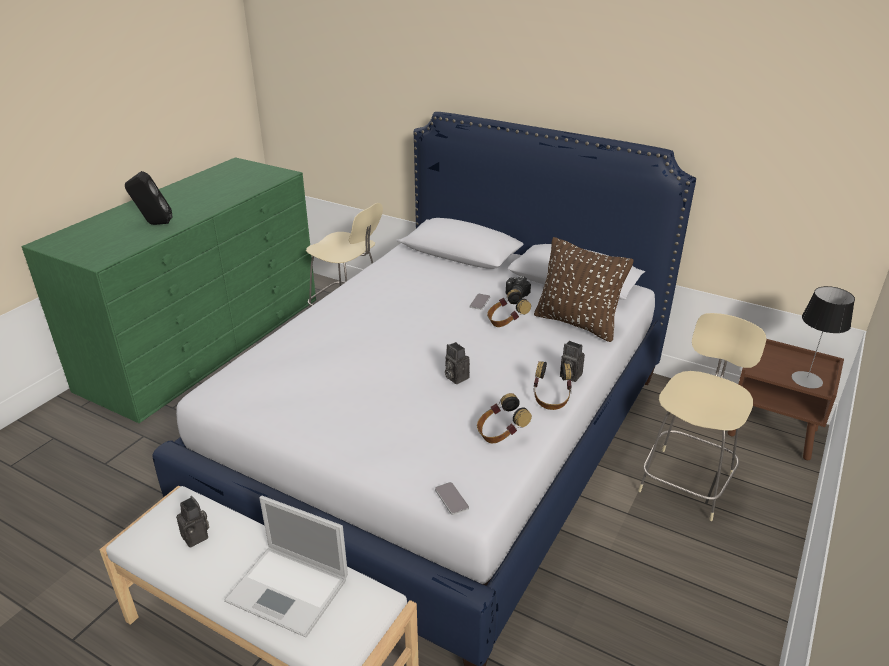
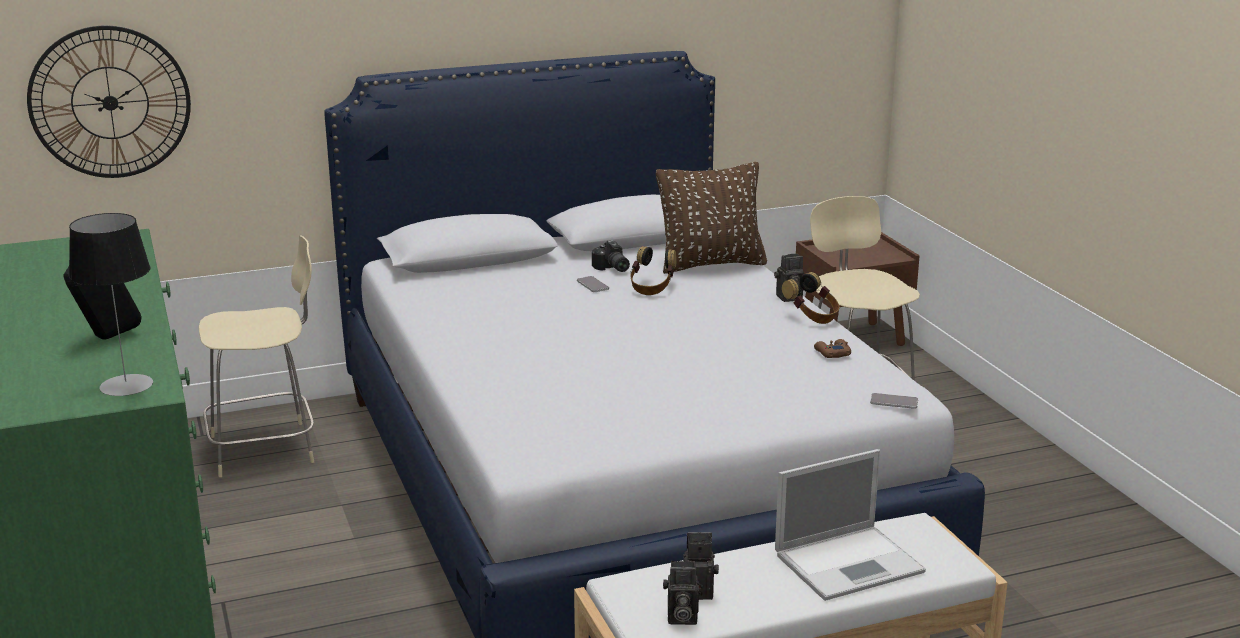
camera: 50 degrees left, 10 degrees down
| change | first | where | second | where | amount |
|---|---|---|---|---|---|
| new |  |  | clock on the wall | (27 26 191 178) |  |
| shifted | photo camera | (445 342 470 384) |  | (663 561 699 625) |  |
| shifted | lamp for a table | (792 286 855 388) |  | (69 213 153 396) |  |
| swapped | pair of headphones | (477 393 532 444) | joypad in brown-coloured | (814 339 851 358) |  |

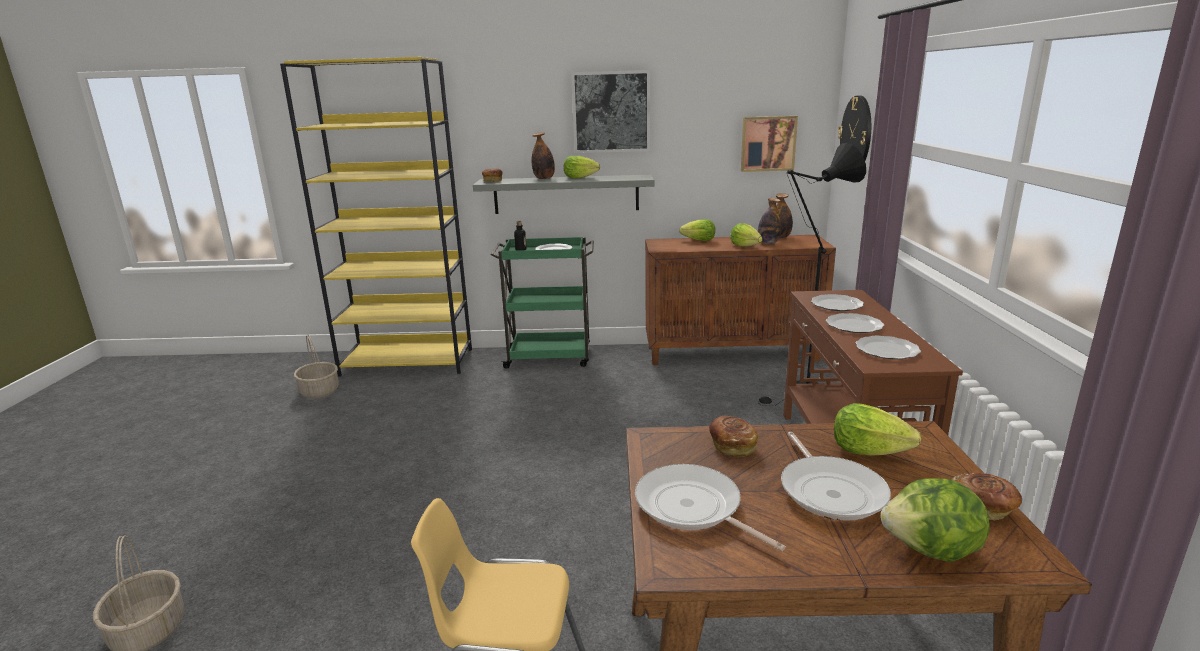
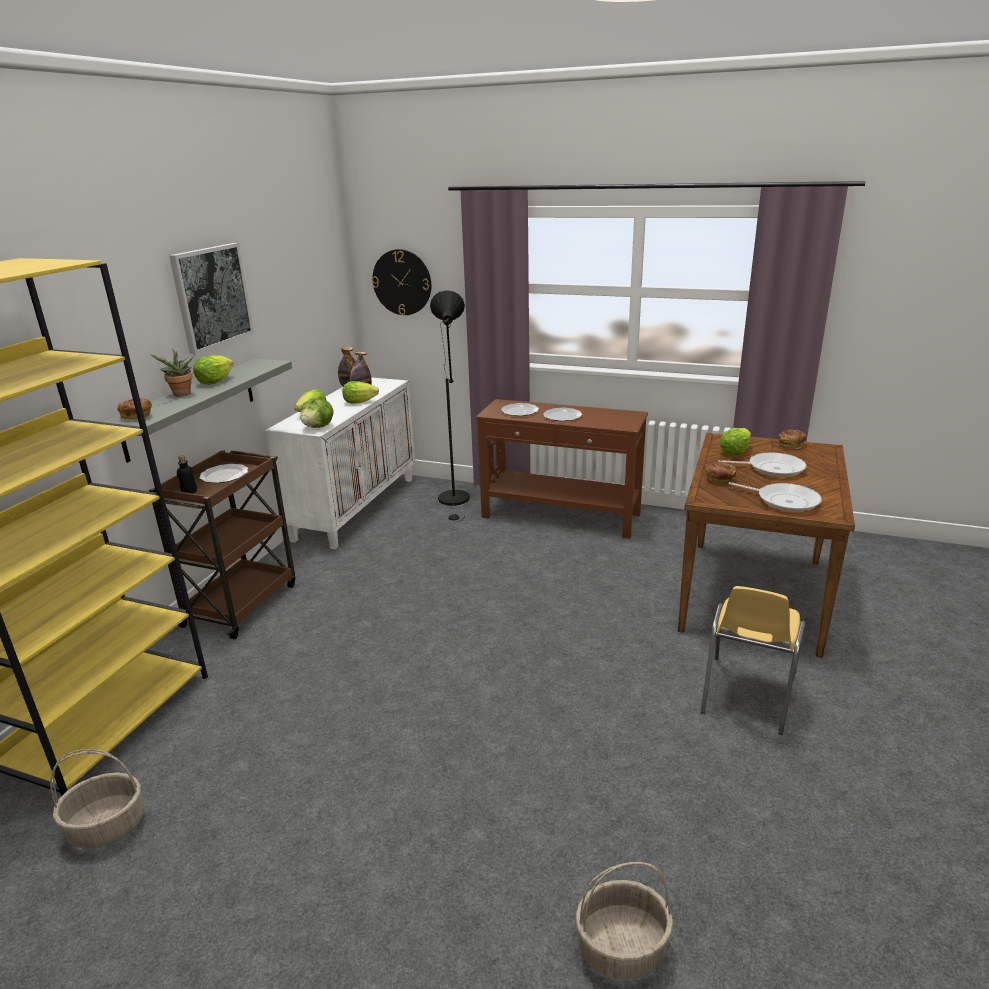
camera: 70 degrees left, 5 degrees up
| change | first | where | second | where | amount |
|---|---|---|---|---|---|
| gone | wall picture | (741 116 798 172) |  |  |  |
| gone | plate | (856 336 921 359) |  |  |  |
| shifted | head of lettuce | (881 478 990 562) |  | (301 398 333 428) |  |
| swapped | drink bottle | (532 132 555 179) | houseplant | (151 349 195 396) |  |
| repainted | cart in green-coloured | (491 237 594 369) | cart in brown-coloured | (149 450 295 639) |  |
| repainted | cabinet in brown-coloured | (645 235 836 365) | cabinet in white | (265 378 415 549) |  |
| rotated | pan | (635 464 786 551) |  | (728 482 822 512) | 120 degrees counterclockwise |

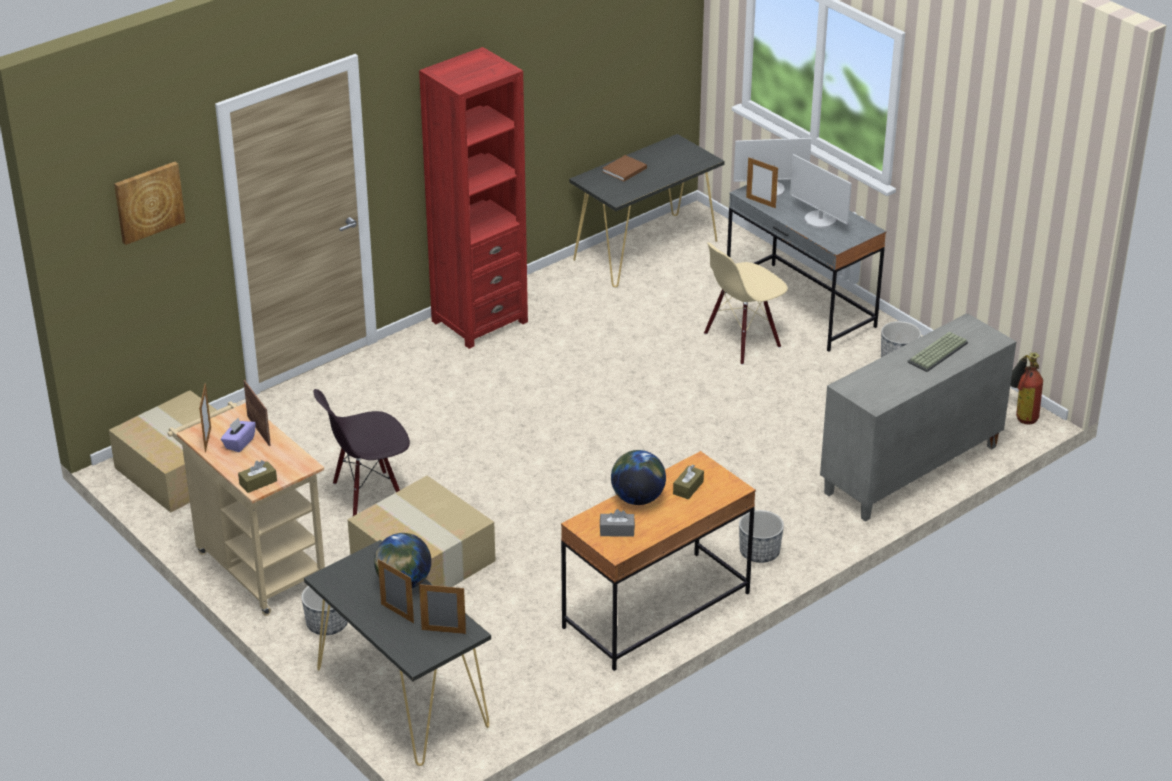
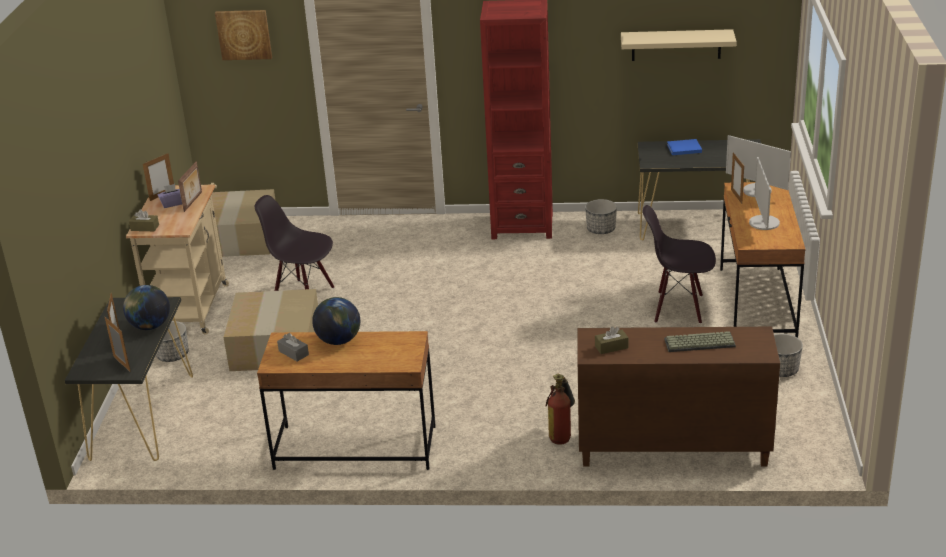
camera: 45 degrees right, 5 degrees down
| change | first | where | second | where | amount |
|---|---|---|---|---|---|
| new |  |  | bracket shelf in beige | (621 29 737 61) |  |
| shifted | tissue holder in brown-coloured | (673 464 704 499) |  | (595 326 629 354) |  |
| shifted | flower pot | (739 510 784 563) |  | (585 199 617 234) |  |
| shifted | extinguisher | (1010 352 1043 424) |  | (546 374 575 445) |  |
| repainted | book in brown-coloured | (602 155 647 181) | book in blue | (667 139 702 155) |  |
| repainted | plain chair in beige | (704 242 788 365) | plain chair in black | (643 205 716 324) |  |
| repainted | desk unit in grey | (727 180 886 352) | desk unit in brown-coloured | (720 182 806 338) |  |
| repainted | cabinet in grey | (820 313 1016 522) | cabinet in brown-coloured | (578 327 780 467) |  |

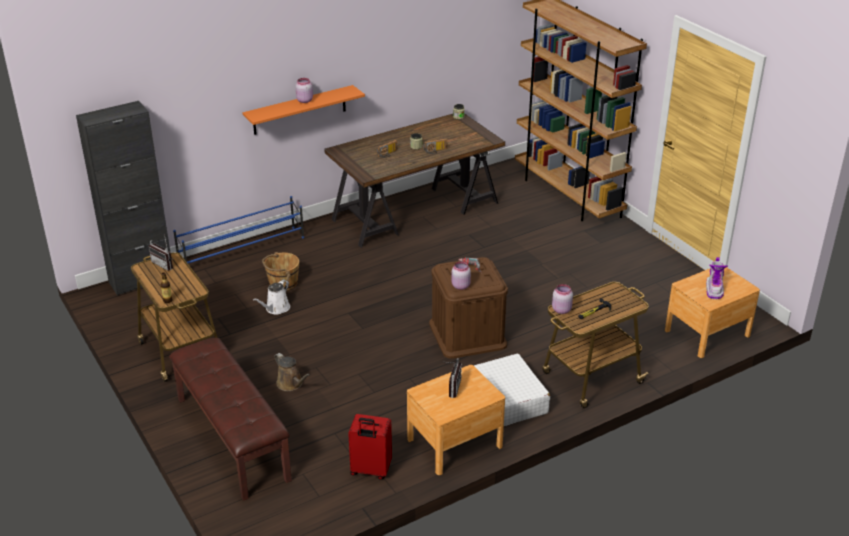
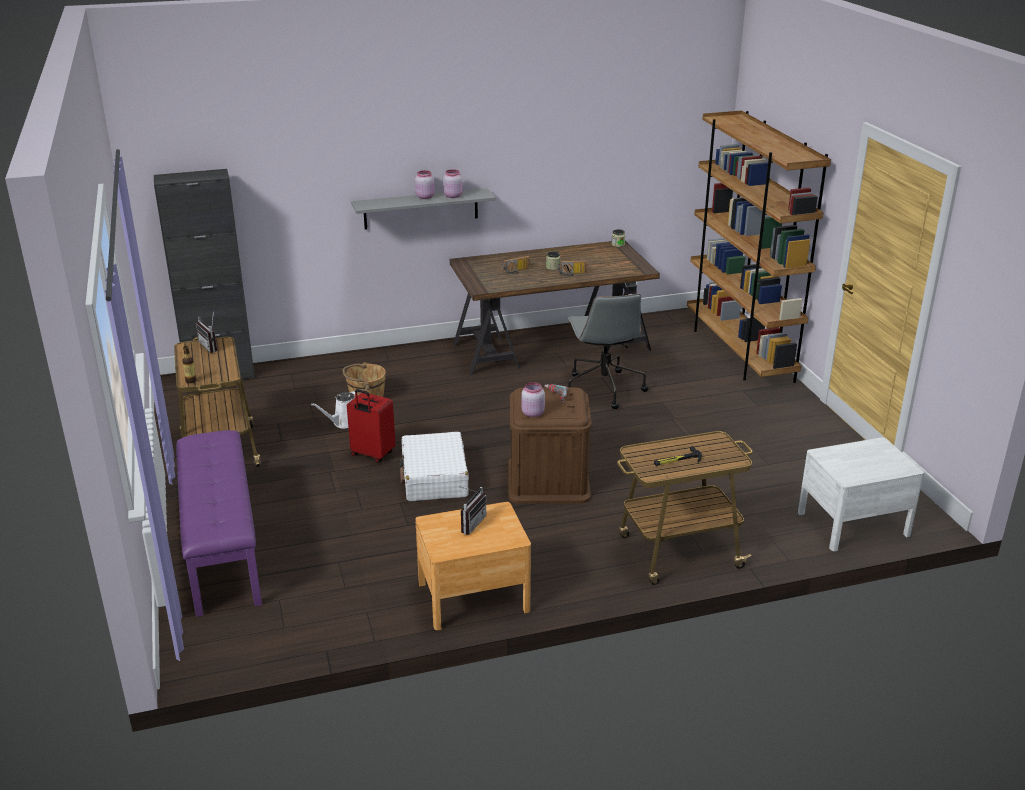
camera: 15 degrees right, 5 degrees down
| change | first | where | second | where | amount |
|---|---|---|---|---|---|
| gone | shoe shelf in blue | (173 196 304 263) |  |  |  |
| gone | watering pot in brown-coloured | (275 353 310 391) |  |  |  |
| gone | high-top boot | (706 257 728 299) |  |  |  |
| new |  |  | computer chair in grey | (568 294 648 409) |  |
| shifted | piece of luggage in red | (348 414 392 480) |  | (347 389 395 463) |  |
| shifted | piece of luggage in white | (474 354 550 426) |  | (399 432 469 501) |  |
| shifted | storage jar in pink-coloured | (552 284 573 314) |  | (443 170 463 198) |  |
| repainted | long seat in brown-coloured | (169 338 292 501) | long seat in purple-coloured | (176 430 262 617) |  |
| repainted | bracket shelf in orangey | (243 85 365 135) | bracket shelf in grey | (351 188 496 230) |  |
| repainted | bedside table in brown-coloured | (665 267 760 358) | bedside table in white | (798 437 924 551) |  |

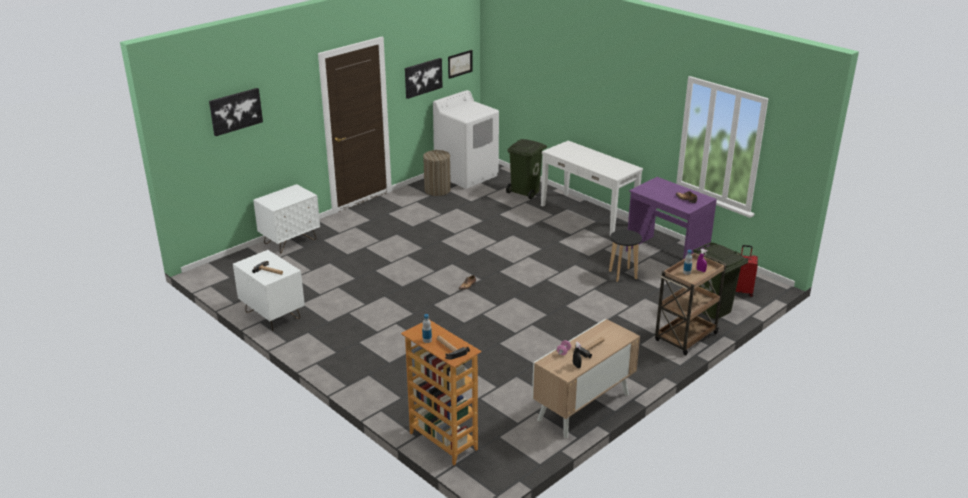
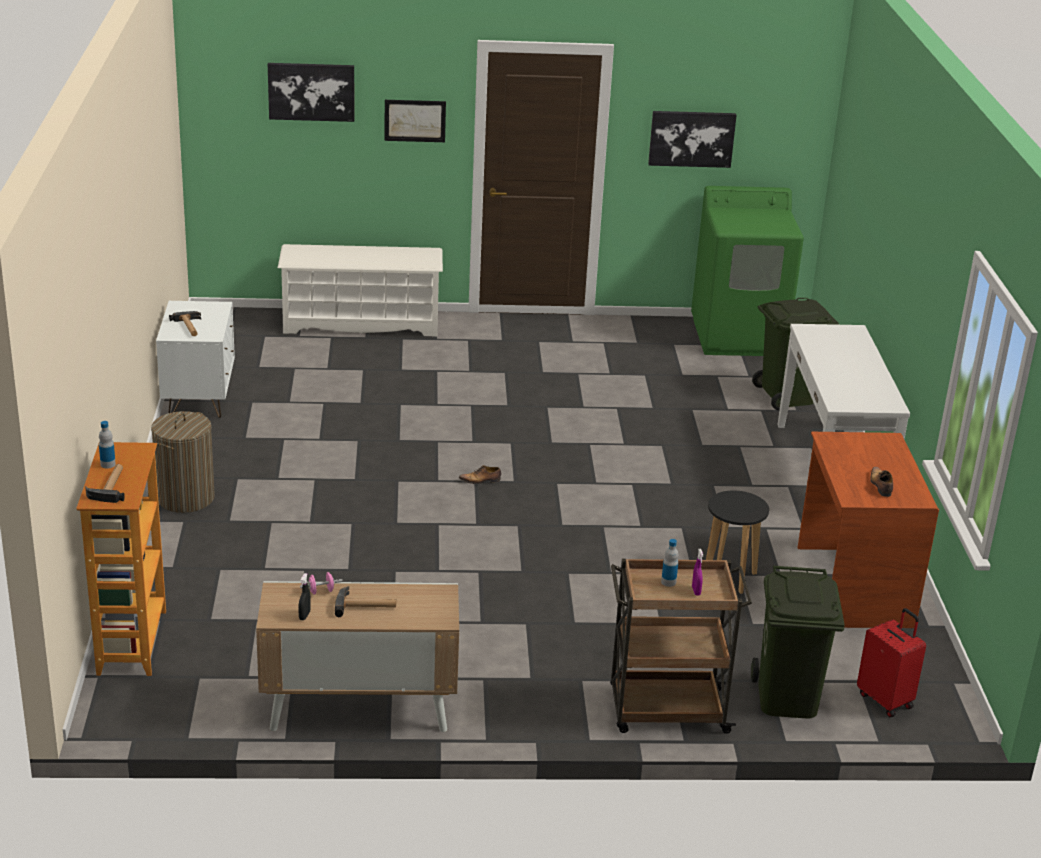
camera: 40 degrees right, 0 degrees up
| change | first | where | second | where | amount |
|---|---|---|---|---|---|
| shifted | hamper | (423 149 451 196) |  | (151 411 215 513) |  |
| shifted | wall picture | (448 50 473 79) |  | (384 100 446 142) |  |
| swapped | bedside table in white | (253 184 320 253) | shoe shelf in white | (278 244 443 337) |  |
| repainted | washing machine in white | (433 90 499 189) | washing machine in green-coloured | (691 186 804 356) |  |
| repainted | desk unit in purple-coloured | (626 177 717 259) | desk unit in brown-coloured | (797 432 939 628) |  |

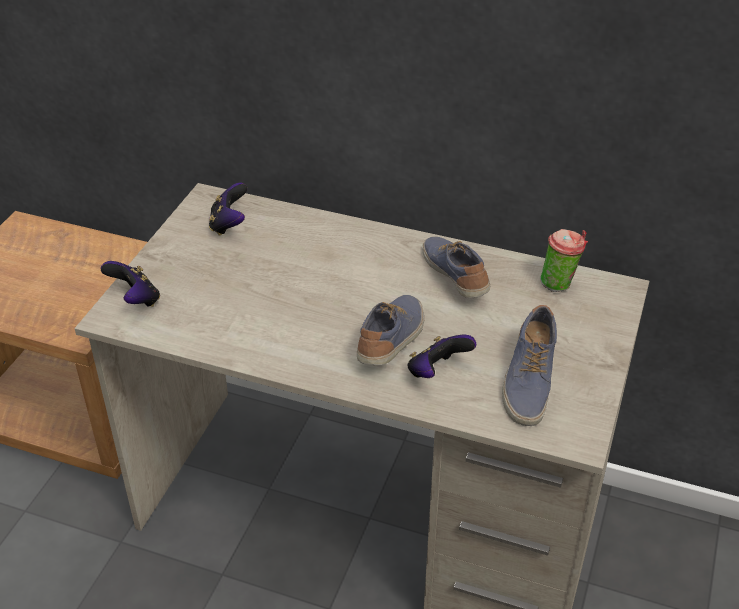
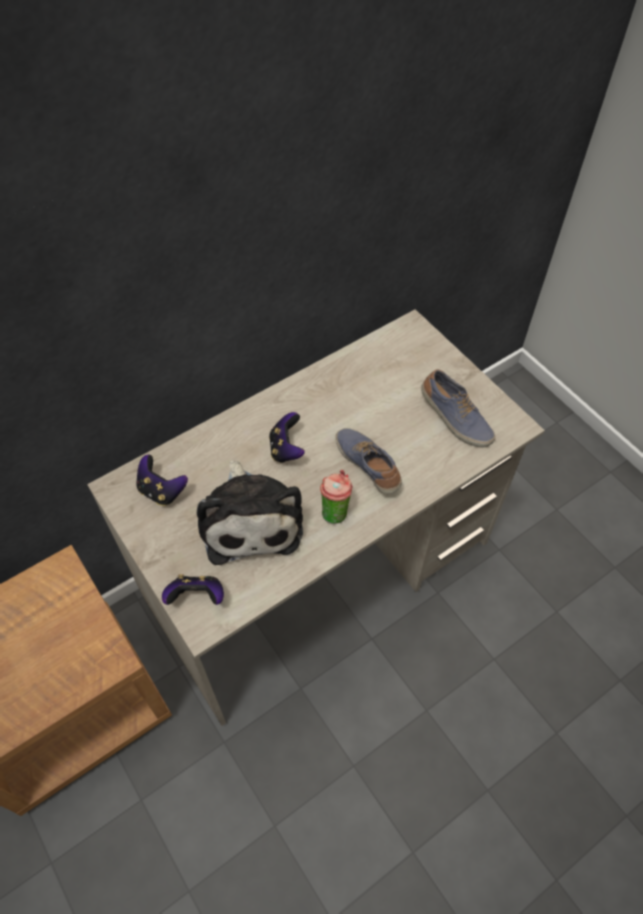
camera: 55 degrees left, 15 degrees up
| change | first | where | second | where | amount |
|---|---|---|---|---|---|
| gone | item of footwear | (422 236 490 298) |  |  |  |
| new |  |  | plush toy | (197 460 303 565) |  |
| shifted | joypad | (408 335 476 378) |  | (269 412 305 463) |  |
| shifted | cup | (540 229 588 292) |  | (320 470 353 524) |  |

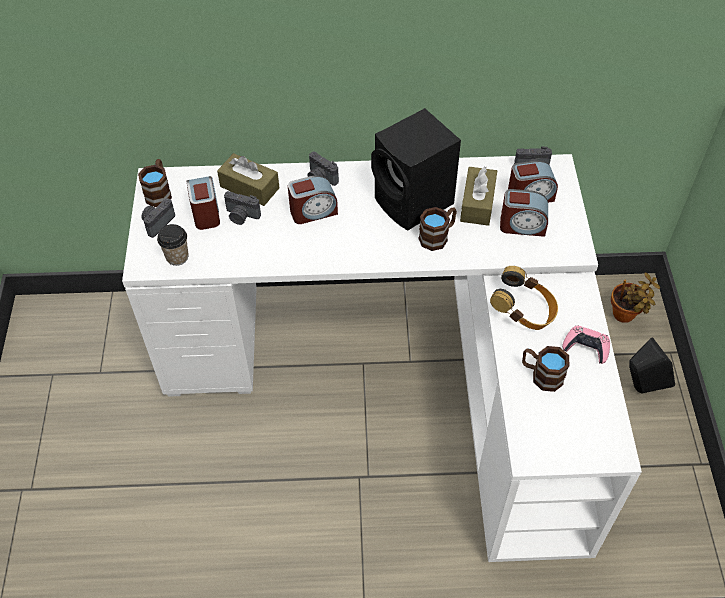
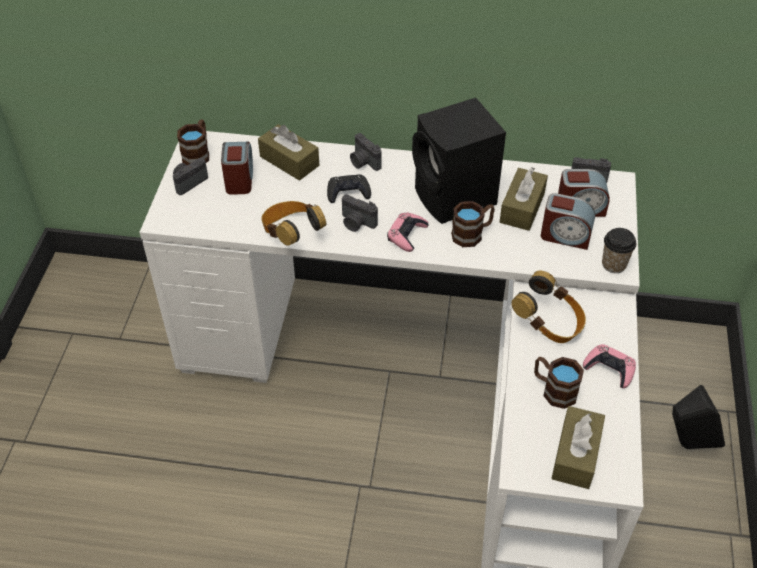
camera: 10 degrees right, 5 degrees down
| change | first | where | second | where | amount |
|---|---|---|---|---|---|
| gone | houseplant | (611 272 660 323) |  |  |  |
| new |  |  | pair of headphones | (261 201 327 246) |  |
| new |  |  | joypad in pink-coloured | (387 212 429 252) |  |
| new |  |  | tissue holder in brown-coloured | (551 406 605 489) |  |
| shifted | cup | (157 224 189 266) |  | (602 228 636 273) |  |
| shifted | photo camera | (224 191 261 225) |  | (342 194 378 232) |  |
| swapped | table clock | (288 175 338 224) | joypad in black | (327 174 371 203) |  |

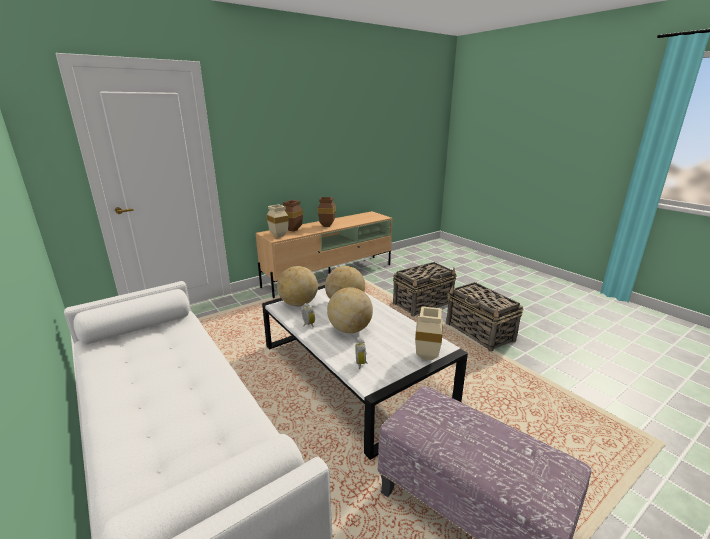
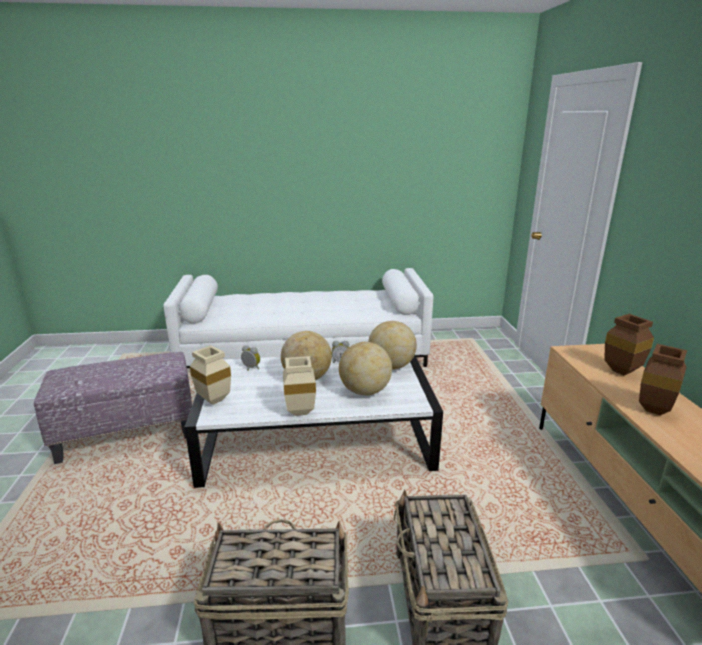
camera: 120 degrees right, 0 degrees up
| change | first | where | second | where | amount |
|---|---|---|---|---|---|
| shifted | flower vase in beige | (267 204 289 238) |  | (283 356 316 416) |  |

